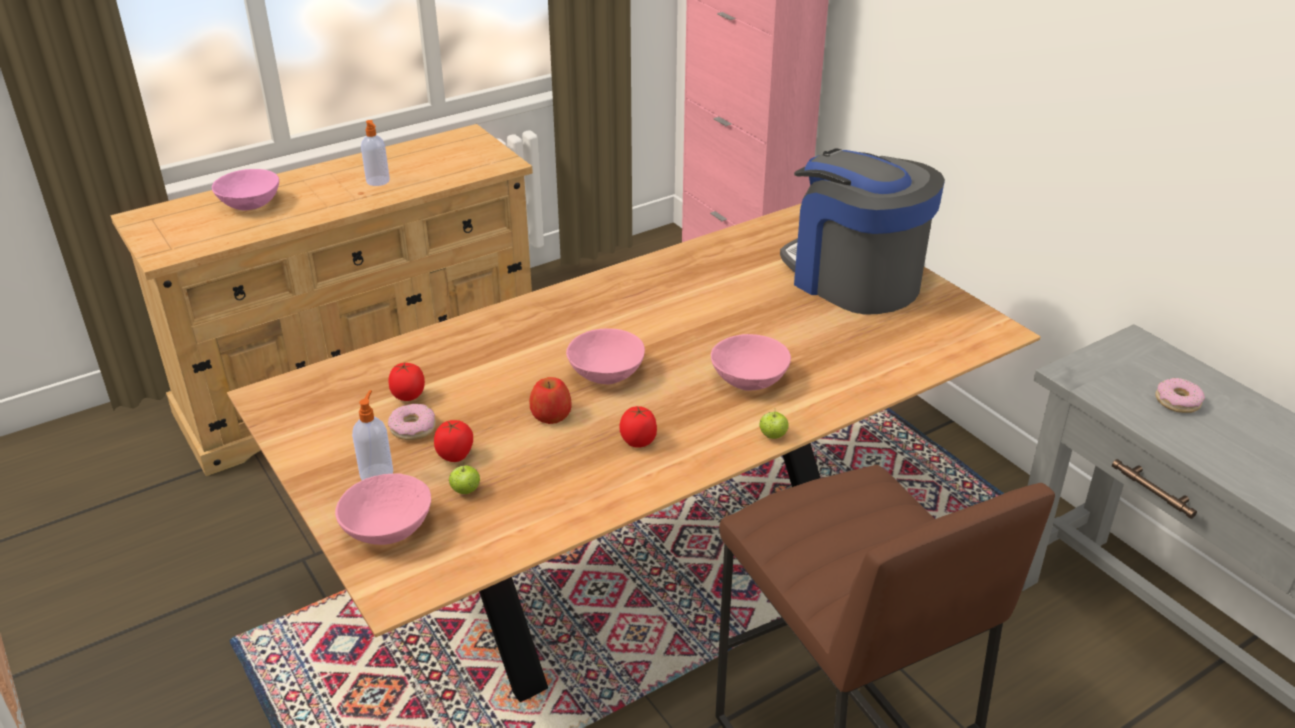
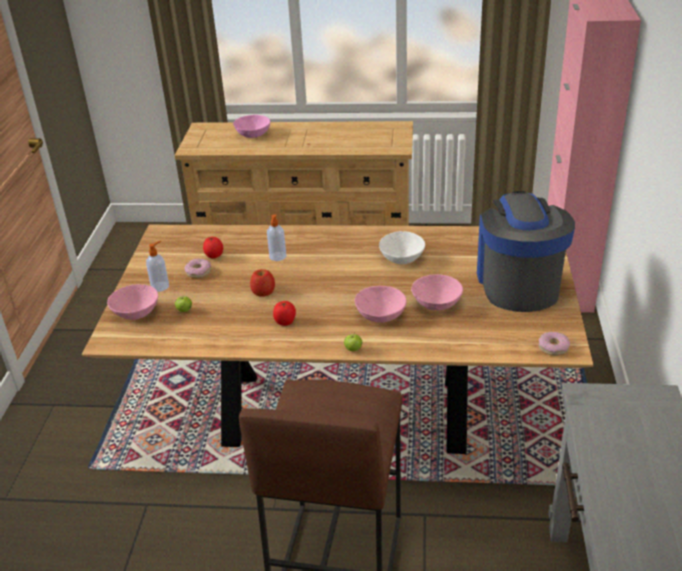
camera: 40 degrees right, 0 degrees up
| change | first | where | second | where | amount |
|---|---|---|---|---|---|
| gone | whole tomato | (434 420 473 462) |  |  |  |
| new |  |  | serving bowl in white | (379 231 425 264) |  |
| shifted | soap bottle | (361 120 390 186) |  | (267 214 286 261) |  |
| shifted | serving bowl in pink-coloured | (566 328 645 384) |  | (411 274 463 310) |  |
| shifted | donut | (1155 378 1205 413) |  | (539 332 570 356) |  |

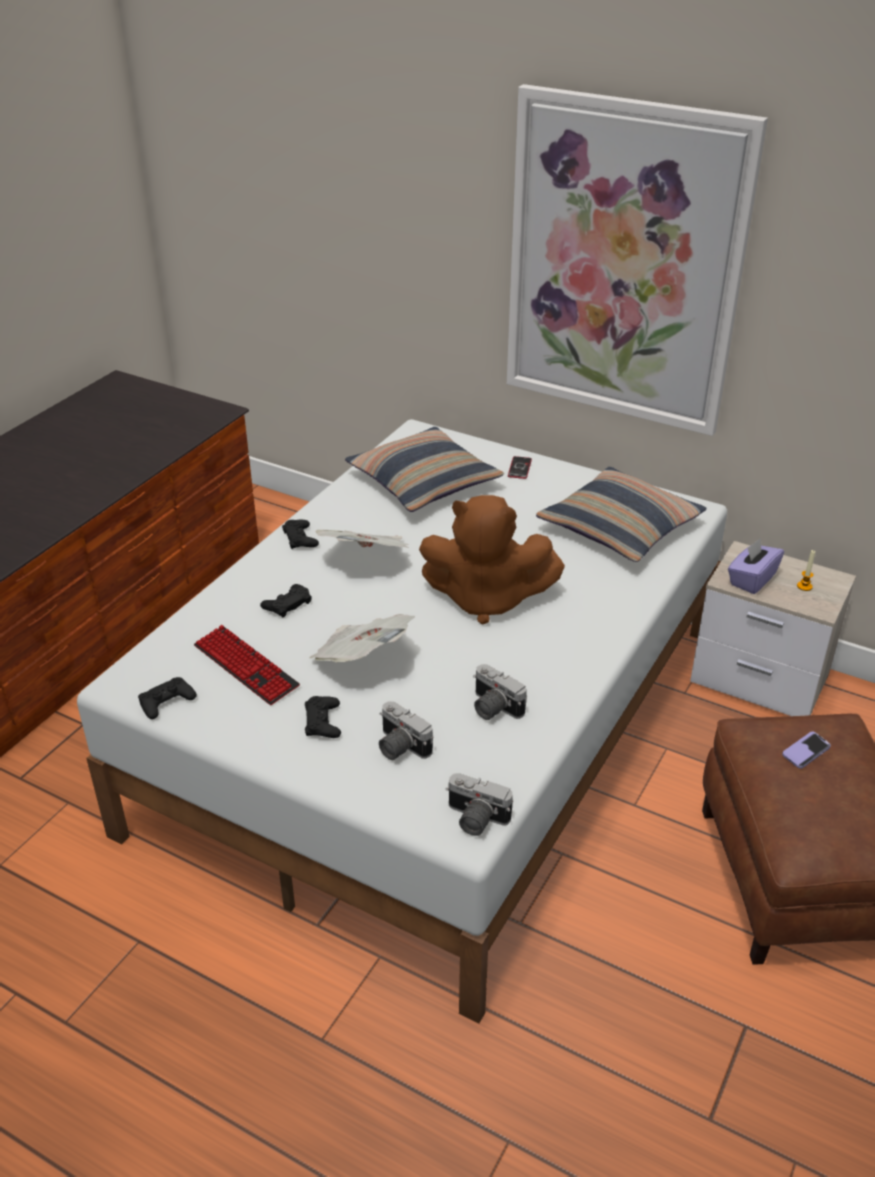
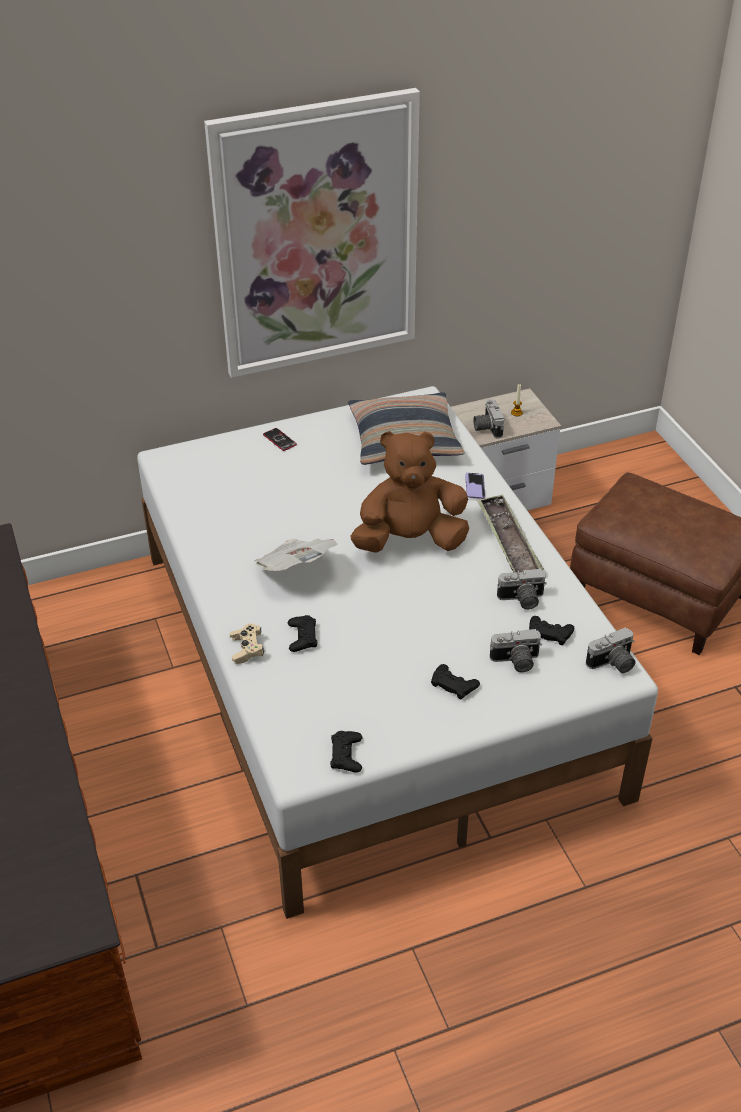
camera: 50 degrees left, 5 degrees up
| change | first | where | second | where | amount |
|---|---|---|---|---|---|
| gone | keyboard | (194 625 300 705) |  |  |  |
| gone | newspaper | (310 614 415 662) |  |  |  |
| gone | throw pillow | (345 427 504 512) |  |  |  |
| new |  |  | joypad in beige | (230 623 264 664) |  |
| new |  |  | carrying tray | (477 494 544 572) |  |
| shifted | joypad in black | (282 519 319 549) |  | (529 616 575 645) |  |
| shifted | telephone | (782 731 831 769) |  | (465 473 485 499) |  |
| swapped | tissue holder in purple-coloured | (728 538 784 594) | photo camera | (473 399 504 438) |  |
| rotated | plush toy in brown-coloured | (419 495 565 625) |  | (350 431 469 553) | 150 degrees counterclockwise |

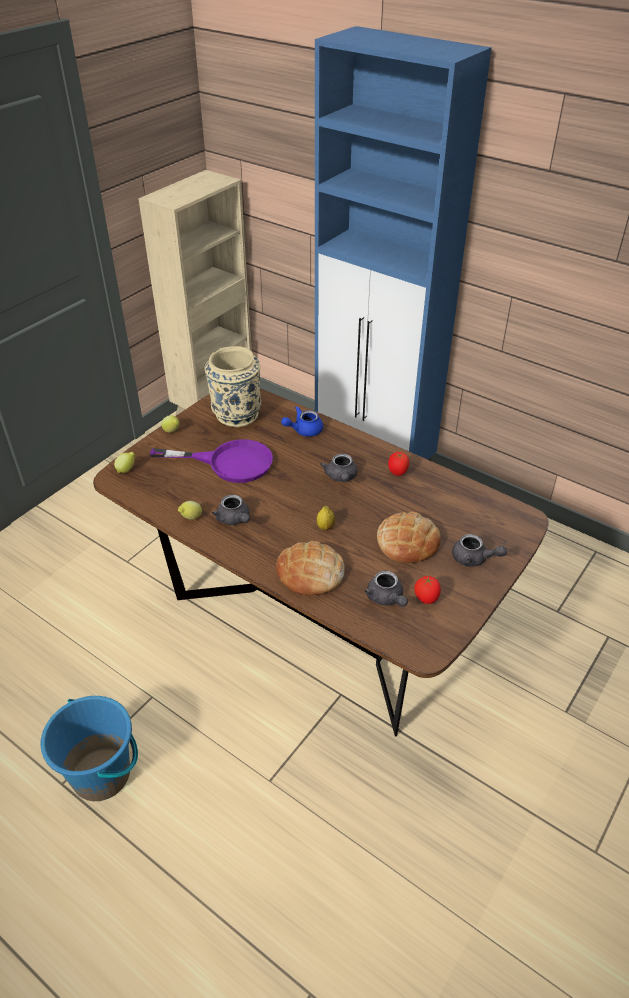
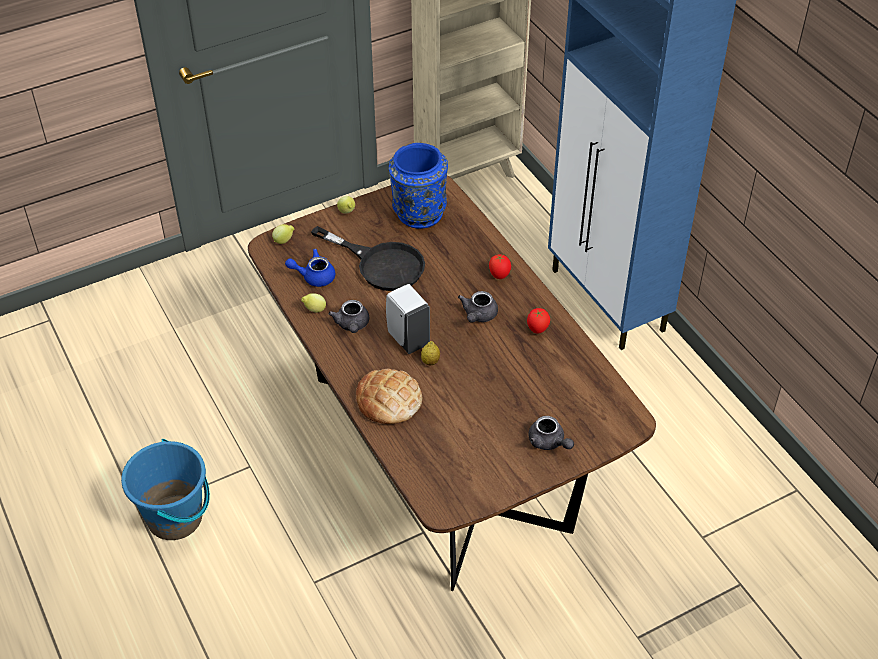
camera: 25 degrees right, 5 degrees up
| change | first | where | second | where | amount |
|---|---|---|---|---|---|
| gone | tea pot in grey | (365 571 408 607) |  |  |  |
| gone | baked bread | (377 512 441 563) |  |  |  |
| new |  |  | soap bottle in white | (386 284 430 354) |  |
| shifted | tea pot in blue | (281 406 323 437) |  | (285 249 335 287) |  |
| shifted | whole tomato | (414 575 441 604) |  | (489 254 511 279) |  |
| repainted | pan in purple-coloured | (150 439 273 483) | pan in black | (311 226 425 291) |  |
| repainted | flower vase in beige | (205 346 261 427) | flower vase in blue | (389 143 448 229) |  |

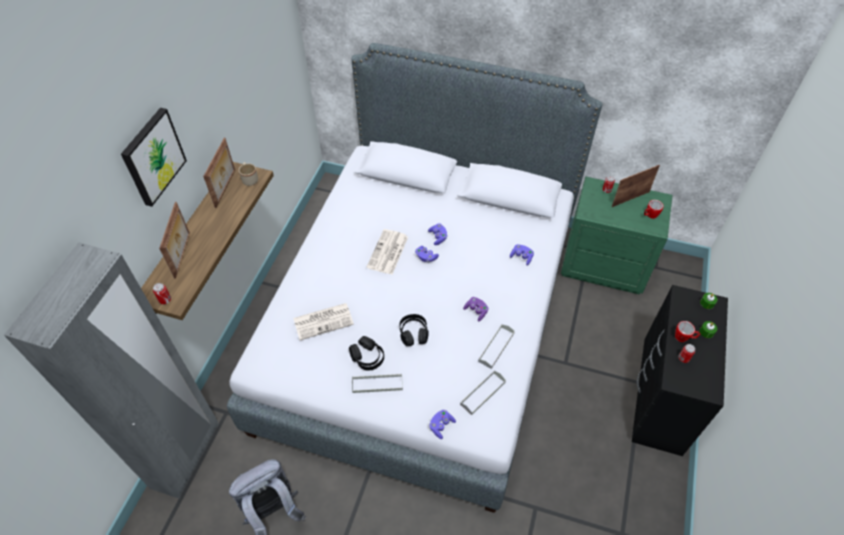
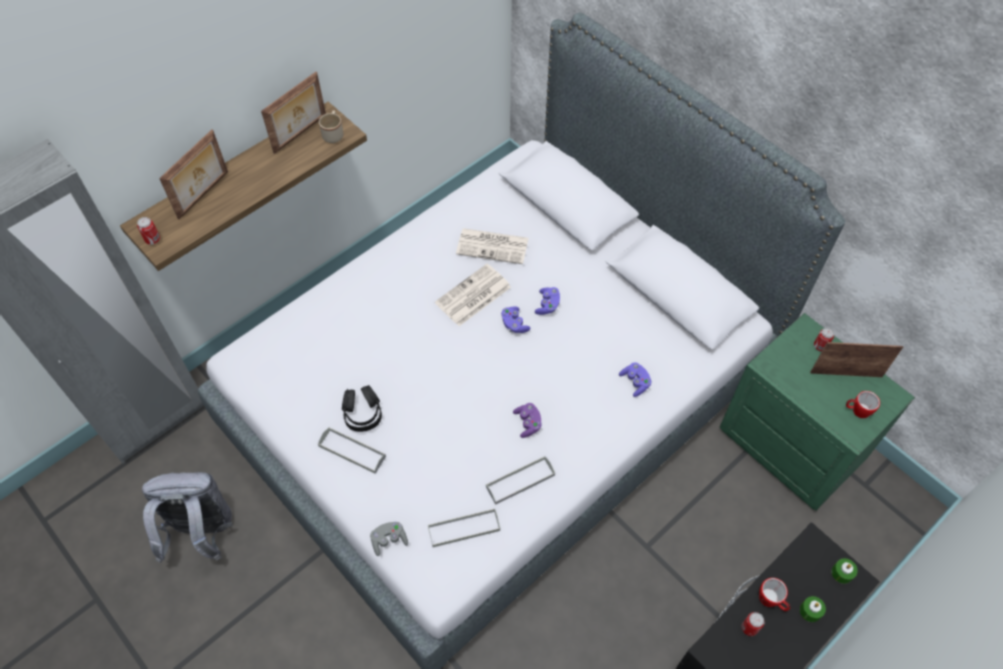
camera: 30 degrees right, 5 degrees up
| change | first | where | second | where | amount |
|---|---|---|---|---|---|
| gone | wall picture | (121 108 187 207) |  |  |  |
| gone | pair of headphones in black | (399 314 428 346) |  |  |  |
| shifted | newspaper | (293 303 354 340) |  | (456 228 529 264) |  |
| repainted | joypad in purple-coloured | (430 410 456 439) | joypad in grey | (370 522 408 556) |  |

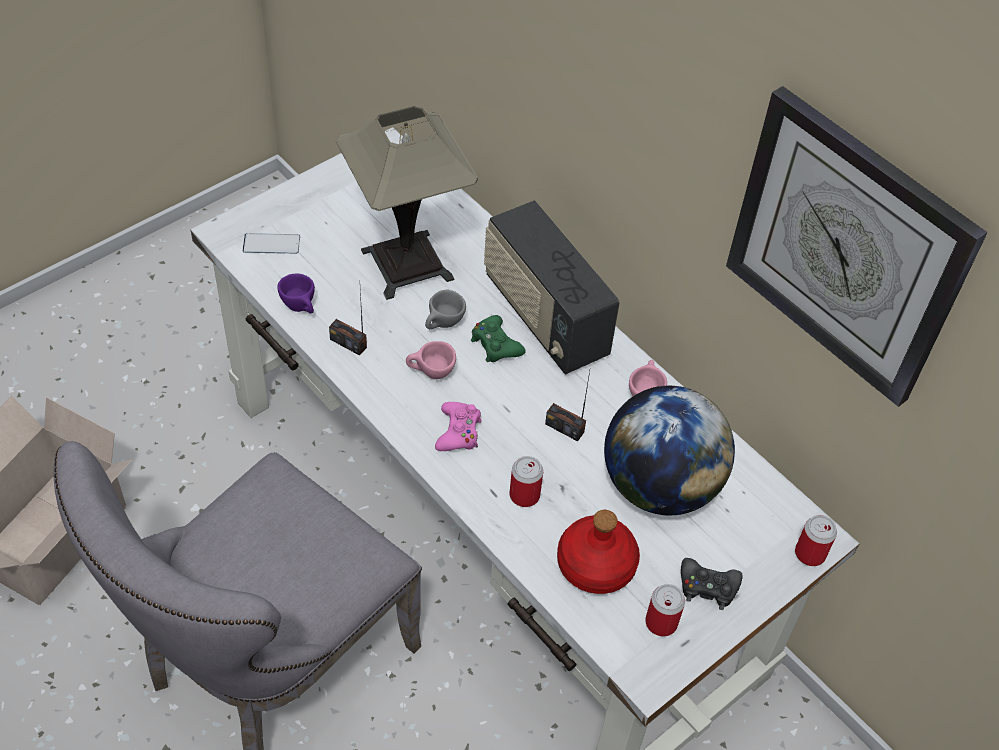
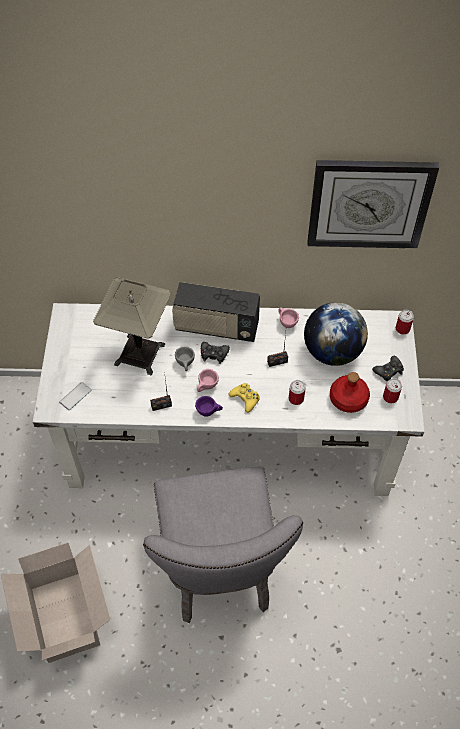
camera: 45 degrees left, 5 degrees up
| change | first | where | second | where | amount |
|---|---|---|---|---|---|
| shifted | cup in purple-coloured | (277 274 315 313) |  | (195 396 223 417) |  |
| repainted | joypad in pink-coloured | (435 402 482 451) | joypad in yellowish | (228 383 260 413) |  |
| repainted | joypad in green-coloured | (471 315 526 362) | joypad in black | (201 342 230 364) |  |

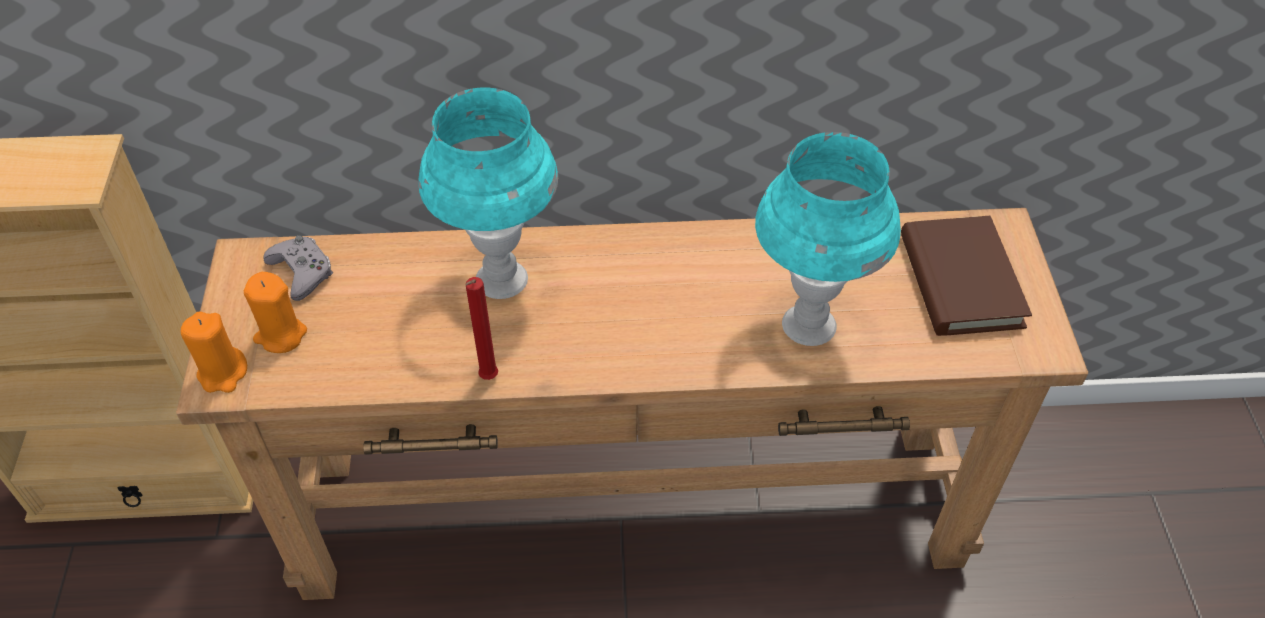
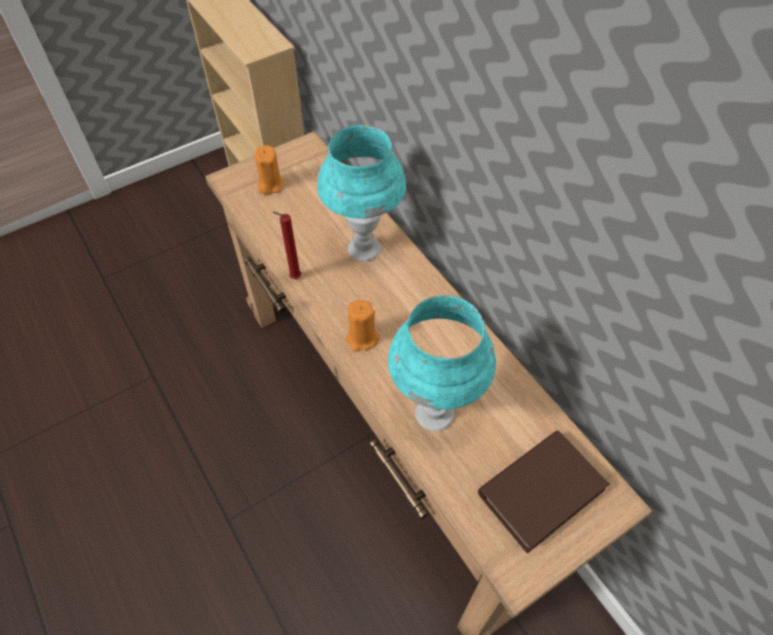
camera: 60 degrees right, 5 degrees up
| change | first | where | second | where | amount |
|---|---|---|---|---|---|
| gone | joypad in grey | (264 235 333 301) |  |  |  |
| shifted | candle in orangey | (181 312 247 393) |  | (345 300 379 352) |  |

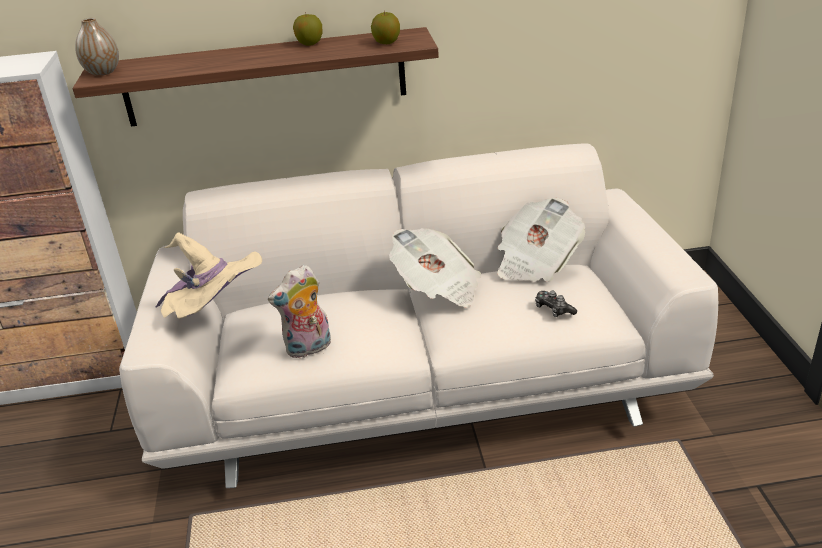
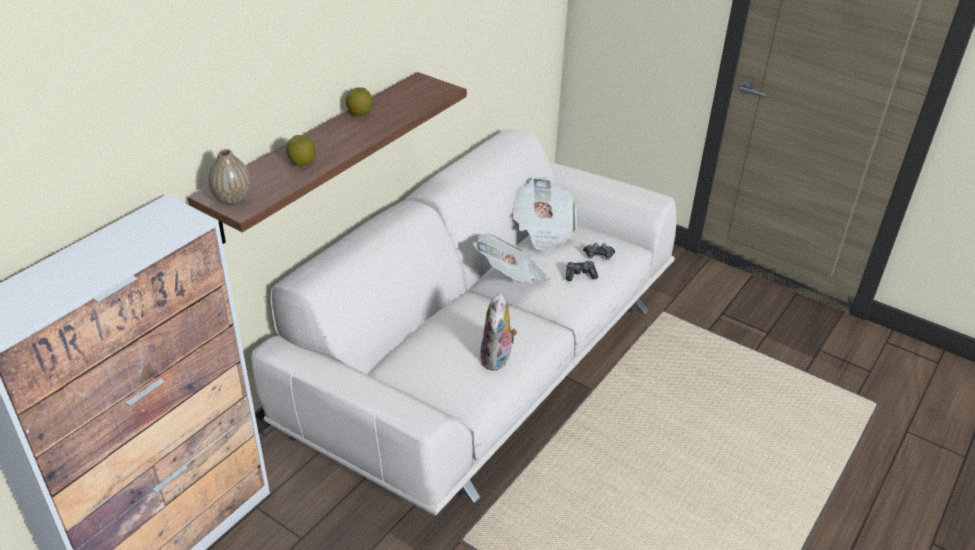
camera: 50 degrees left, 5 degrees up
| change | first | where | second | where | amount |
|---|---|---|---|---|---|
| gone | wearable hat in beige | (156 232 262 319) |  |  |  |
| new |  |  | joypad | (566 261 598 281) |  |
| shifted | apple | (371 10 400 44) |  | (286 135 316 166) |  |

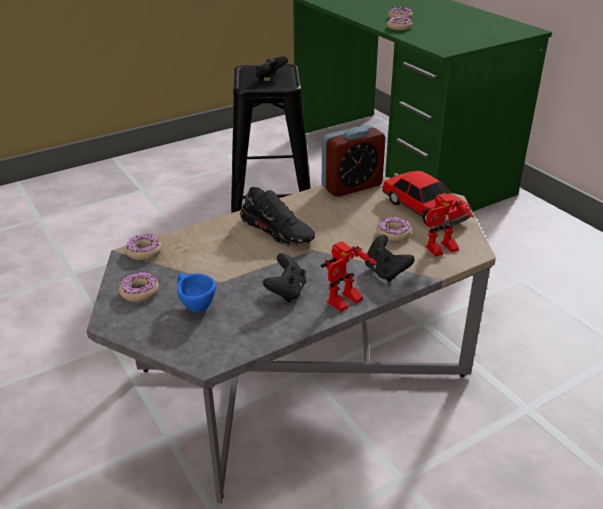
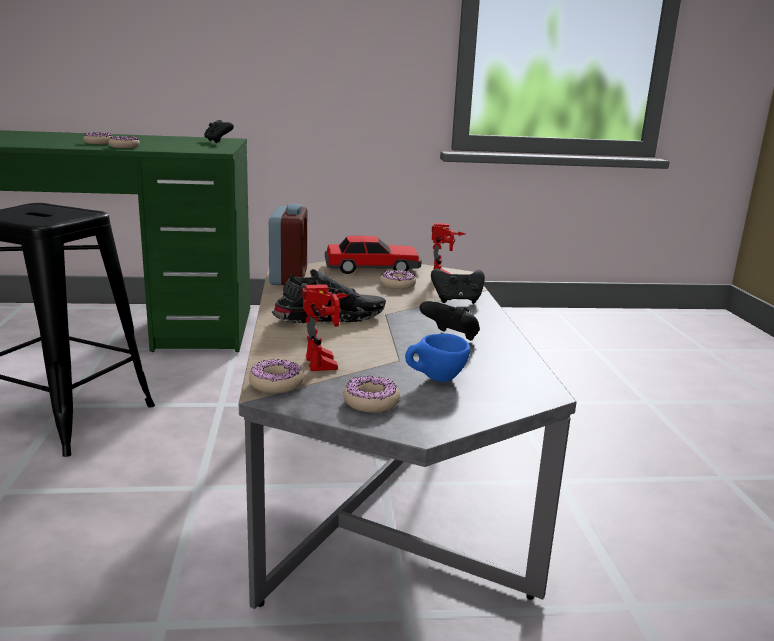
camera: 65 degrees left, 15 degrees down
| change | first | where | second | where | amount |
|---|---|---|---|---|---|
| shifted | joypad in black | (255 56 288 81) |  | (204 120 234 143) |  |
| shifted | model robot | (321 241 377 312) |  | (302 284 349 371) |  |

